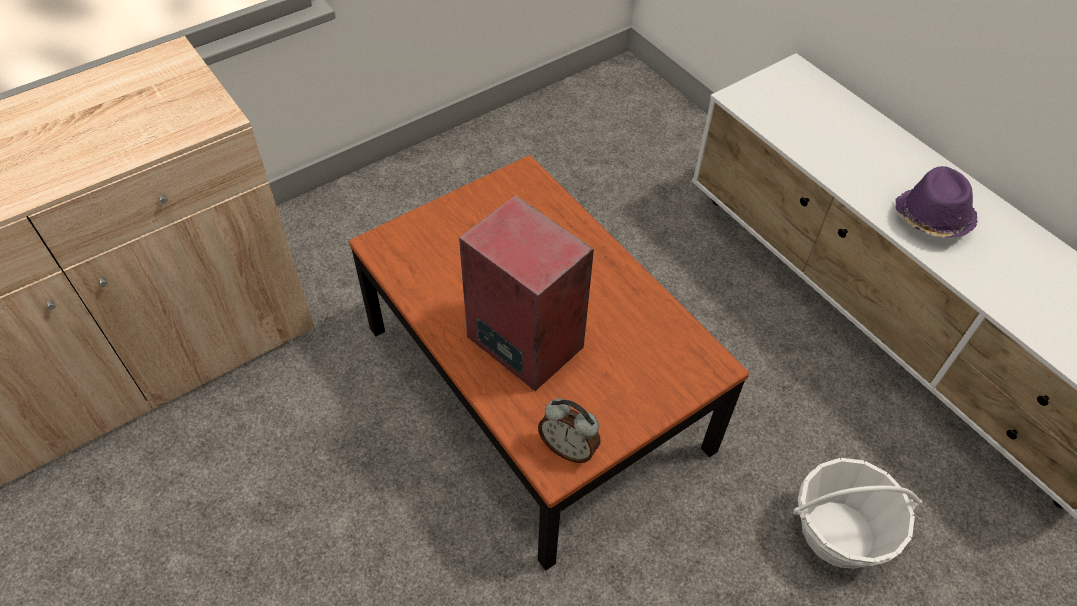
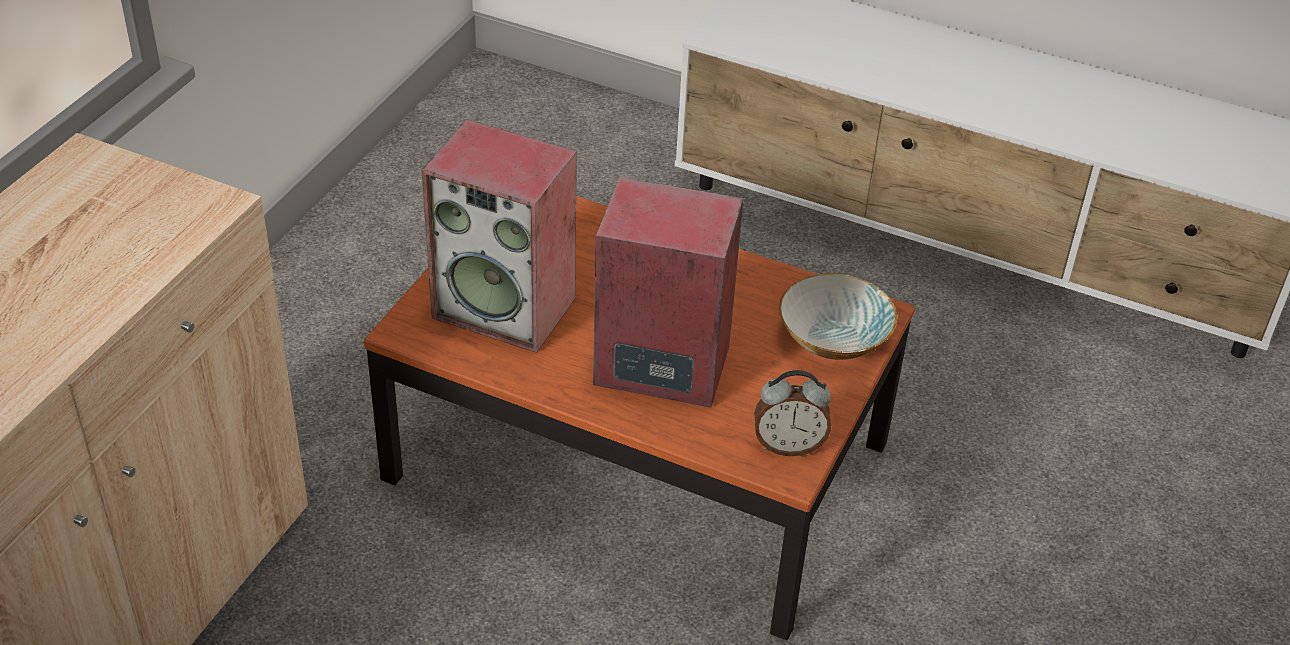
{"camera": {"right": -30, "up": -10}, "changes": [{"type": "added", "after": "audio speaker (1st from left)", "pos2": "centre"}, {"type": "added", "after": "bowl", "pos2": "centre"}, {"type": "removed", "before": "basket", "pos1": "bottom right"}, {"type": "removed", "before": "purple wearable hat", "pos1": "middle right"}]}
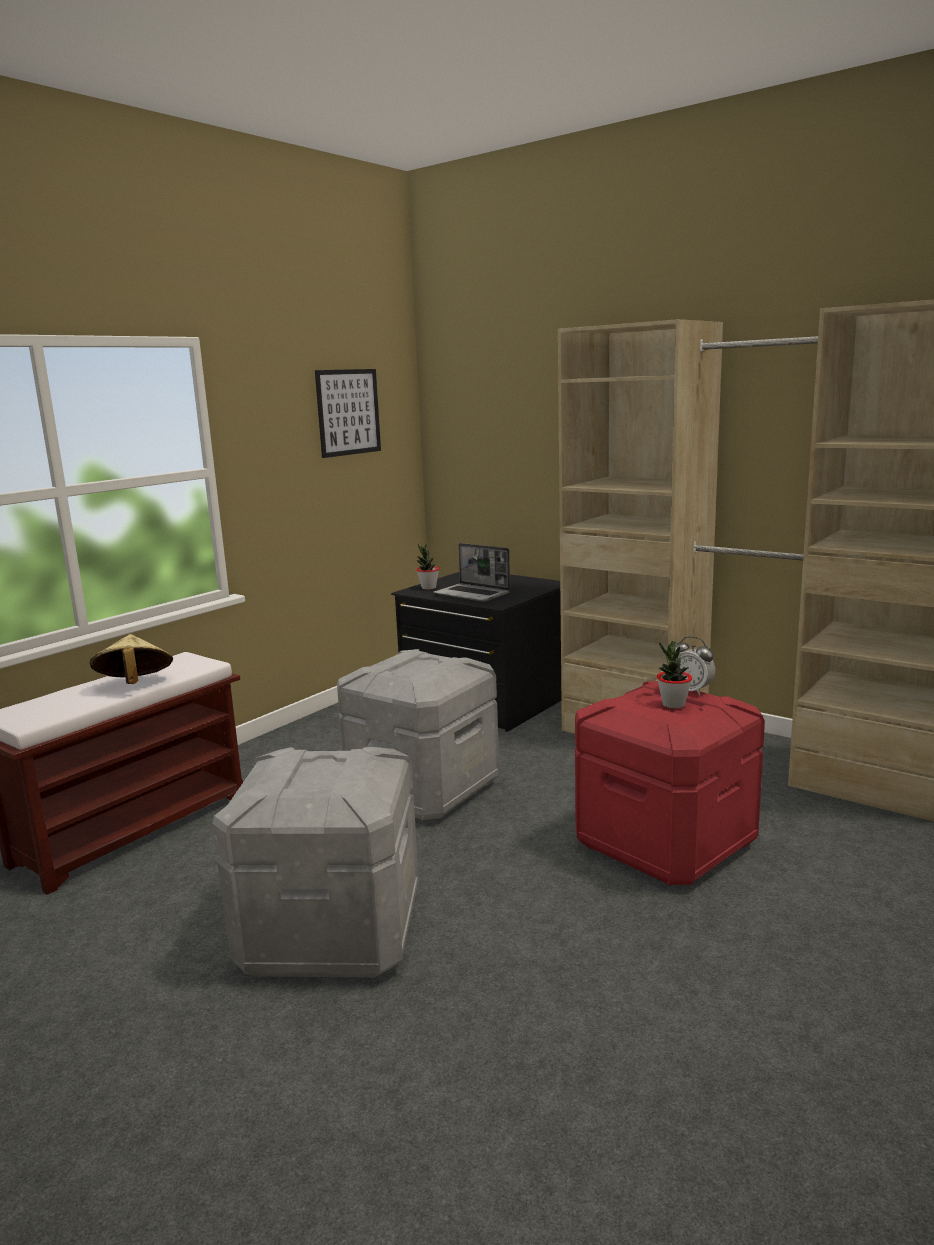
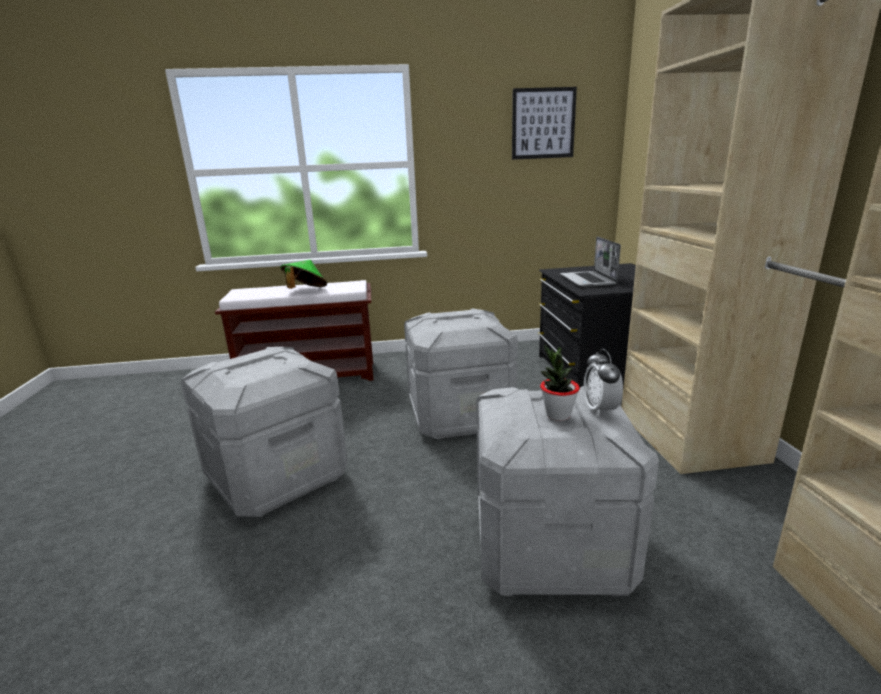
{"camera": {"right": 45, "up": 5}, "changes": [{"type": "recoloured", "before": "beige-coloured wearable hat", "after": "green wearable hat", "pos1": "middle left", "pos2": "centre"}, {"type": "recoloured", "before": "reddish storage box", "after": "grey storage box (3rd from left)", "pos1": "middle right", "pos2": "bottom centre"}, {"type": "removed", "before": "potted plant (1st from left)", "pos1": "centre"}]}
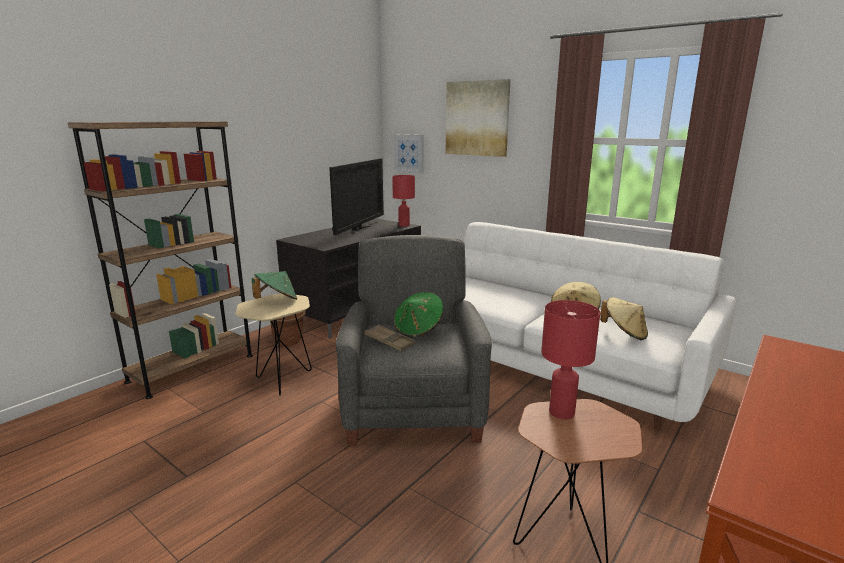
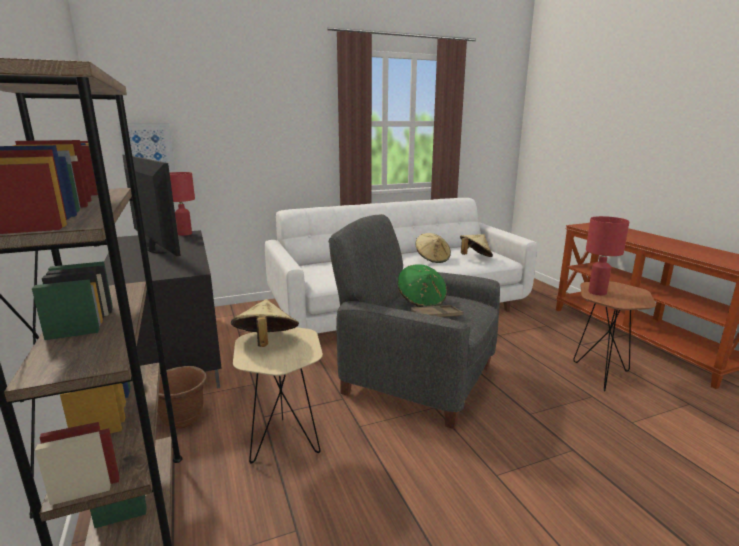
{"camera": {"right": -60, "up": 0}, "changes": [{"type": "recoloured", "before": "green wearable hat (1st from left)", "after": "beige-coloured wearable hat (1st from left)", "pos1": "middle left", "pos2": "centre"}, {"type": "removed", "before": "picture (2nd from left)", "pos1": "top centre"}]}
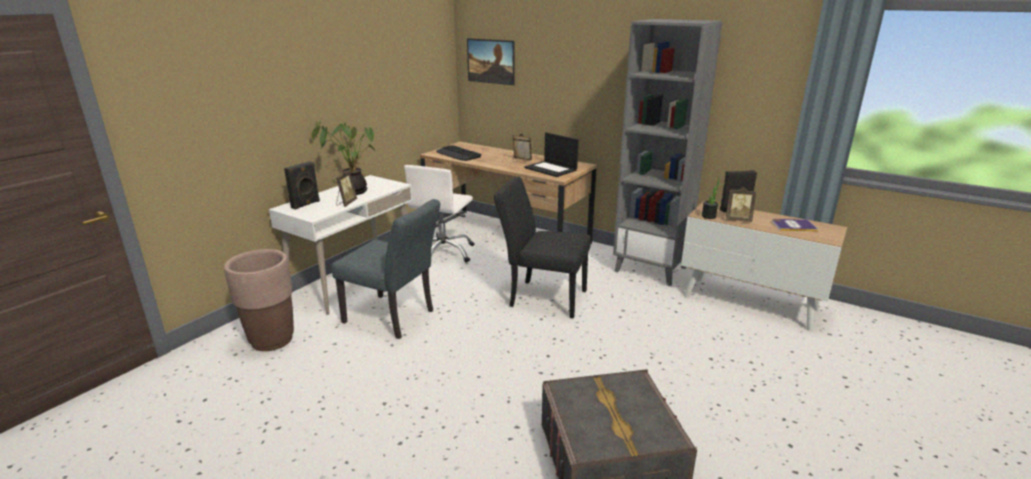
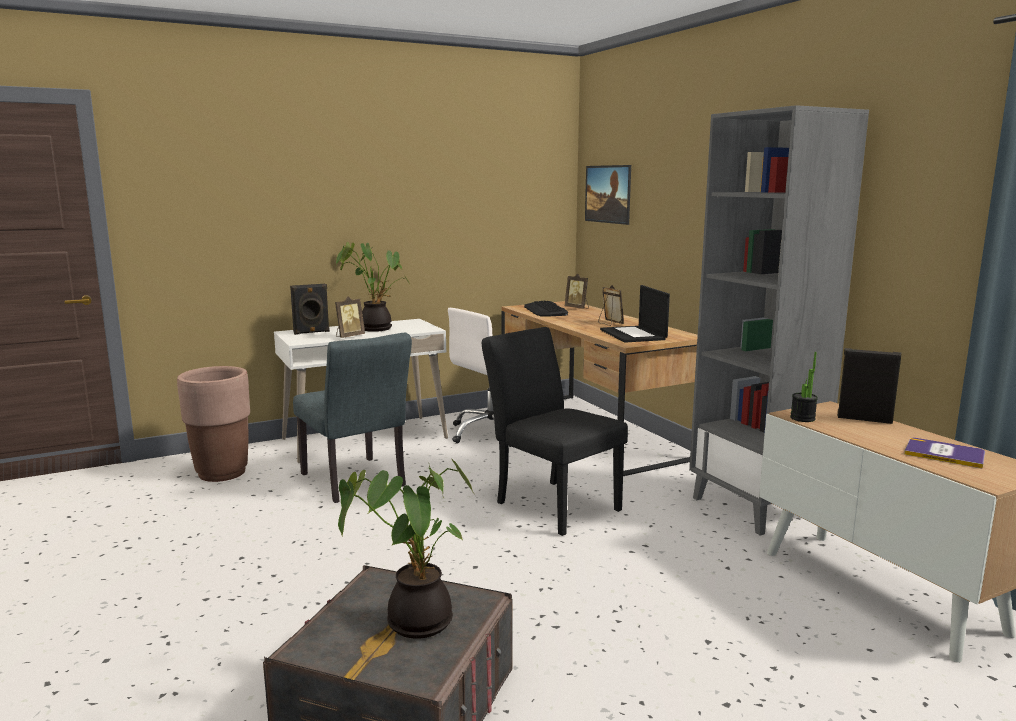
{"camera": {"right": 30, "up": -10}, "changes": [{"type": "added", "after": "potted plant (2nd from left)", "pos2": "bottom centre"}, {"type": "moved", "before": "standing frame (3rd from left in the first image)", "after": "standing frame (2nd from left)", "pos1": "middle right", "pos2": "centre"}]}
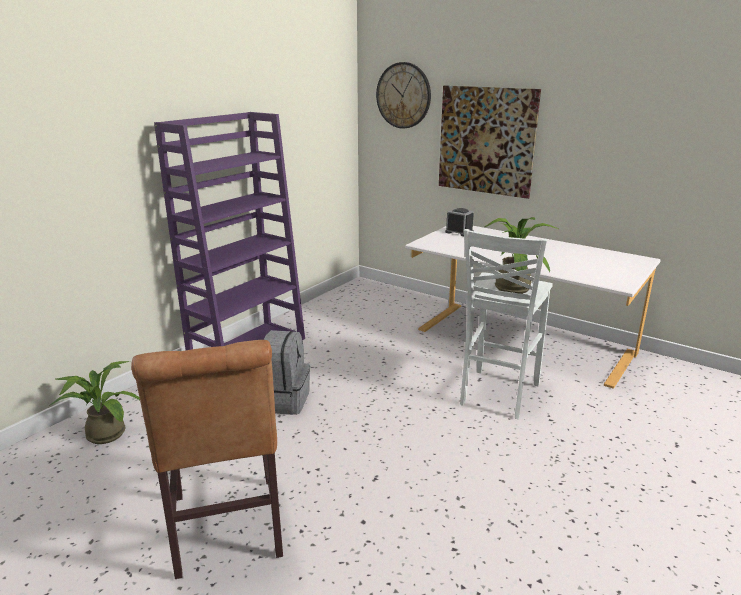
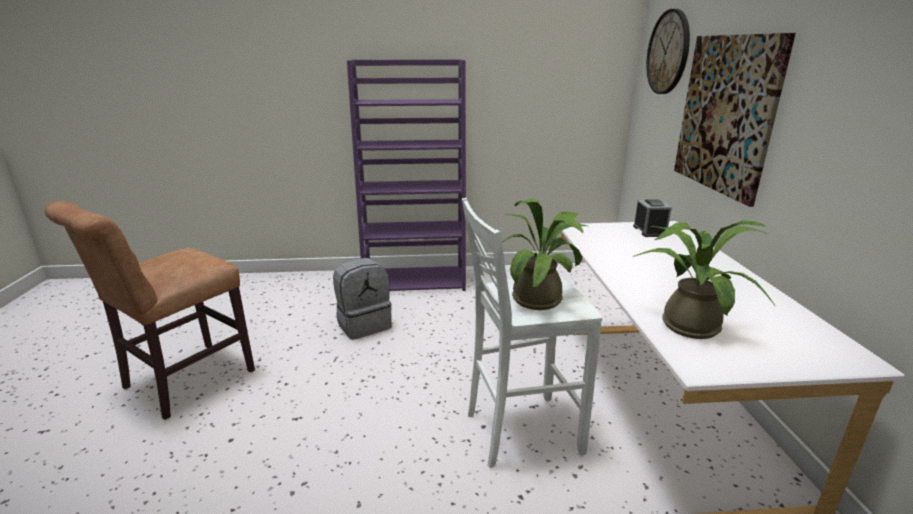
{"camera": {"right": 50, "up": 0}, "changes": [{"type": "moved", "before": "potted plant (1st from left in the first image)", "after": "potted plant (2nd from left)", "pos1": "bottom left", "pos2": "middle right"}]}
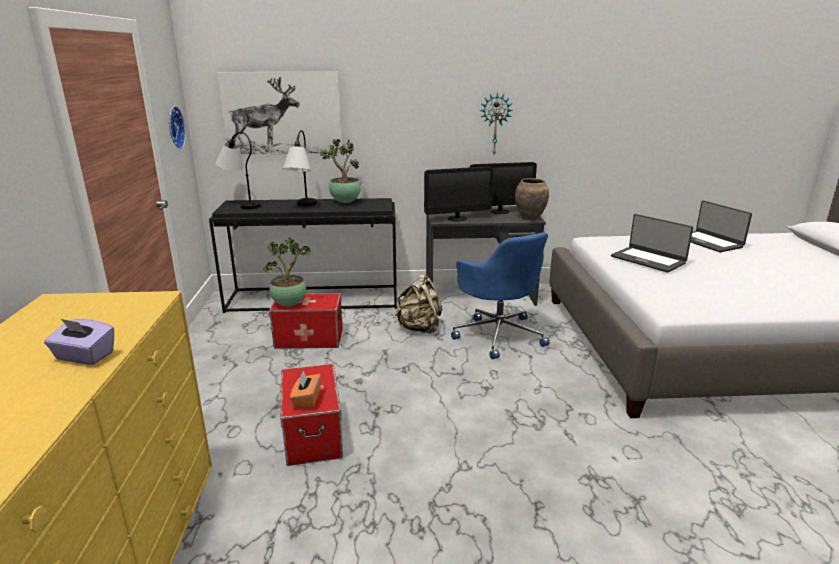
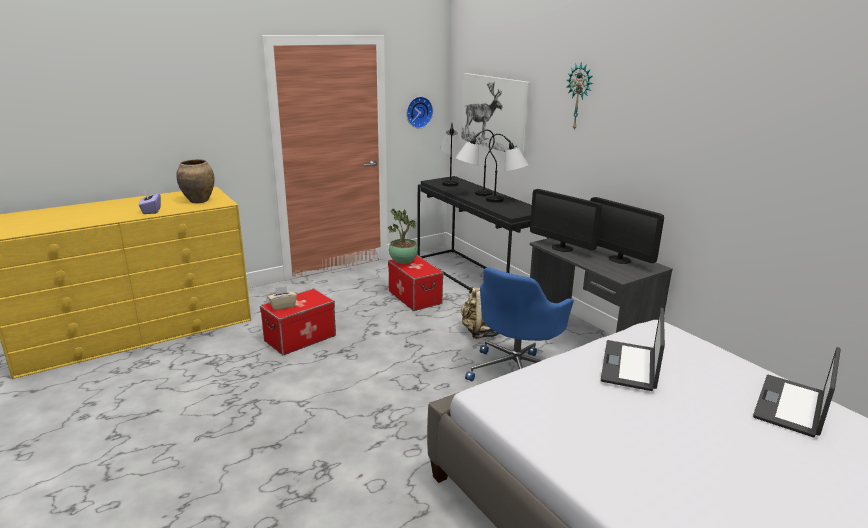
{"camera": {"right": 60, "up": 0}, "changes": [{"type": "moved", "before": "brown vase", "pos1": "centre", "pos2": "middle left"}, {"type": "recoloured", "before": "orange-coloured tissue holder", "after": "beige-coloured tissue holder", "pos1": "bottom centre", "pos2": "middle left"}, {"type": "replaced", "before": "potted plant (2nd from left)", "after": "table lamp (3rd from left)", "pos1": "top centre", "pos2": "top centre"}, {"type": "moved", "before": "clock on the wall (2nd from left)", "pos1": "top centre", "pos2": "top right"}]}
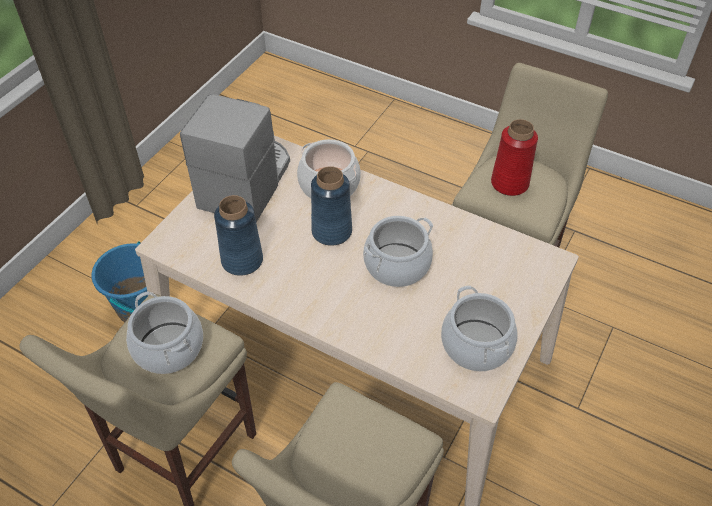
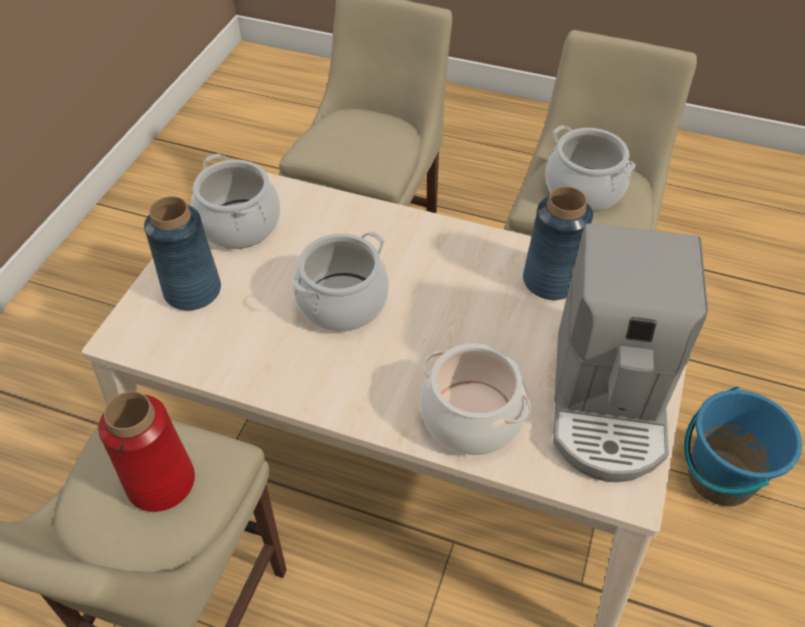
{"camera": {"right": 170, "up": 0}, "changes": [{"type": "moved", "before": "blue vase (2nd from left in the first image)", "after": "blue vase (1st from left)", "pos1": "centre", "pos2": "middle left"}]}
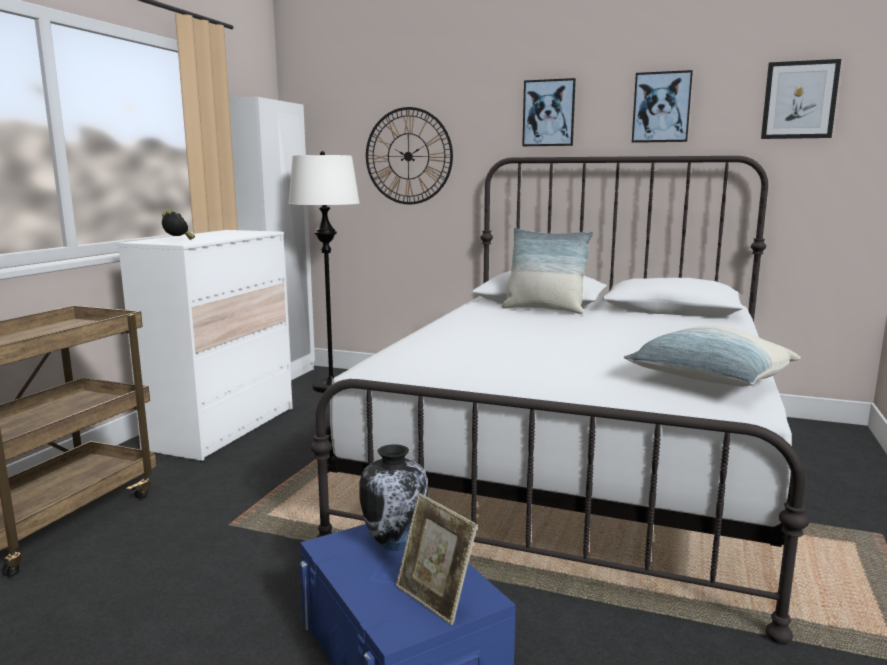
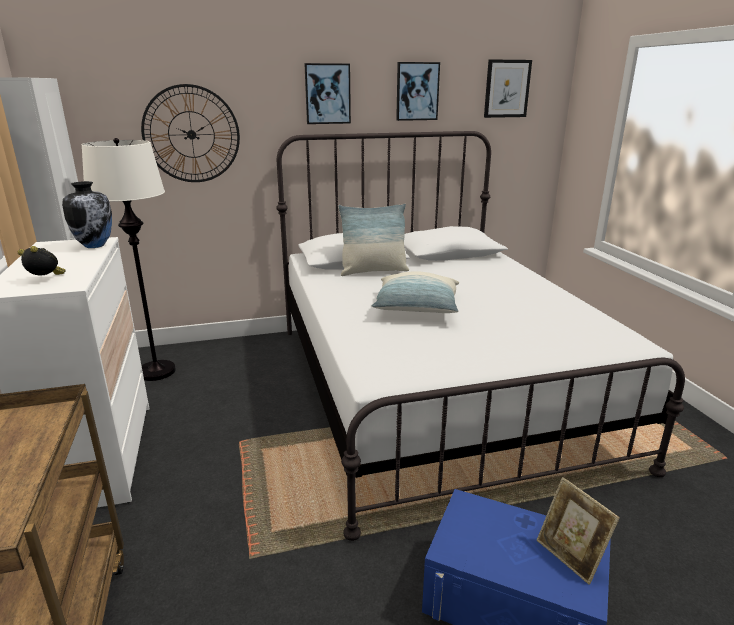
{"camera": {"right": -35, "up": 10}, "changes": [{"type": "moved", "before": "vase", "pos1": "bottom centre", "pos2": "middle left"}, {"type": "moved", "before": "throw pillow (2nd from left)", "pos1": "middle right", "pos2": "centre"}, {"type": "turned", "before": "standing frame", "pos1": "bottom centre", "pos2": "bottom right", "turn": 45}]}
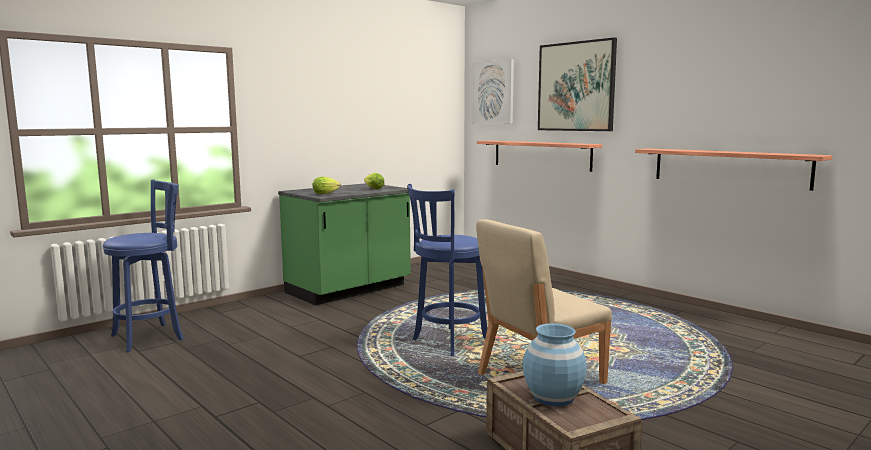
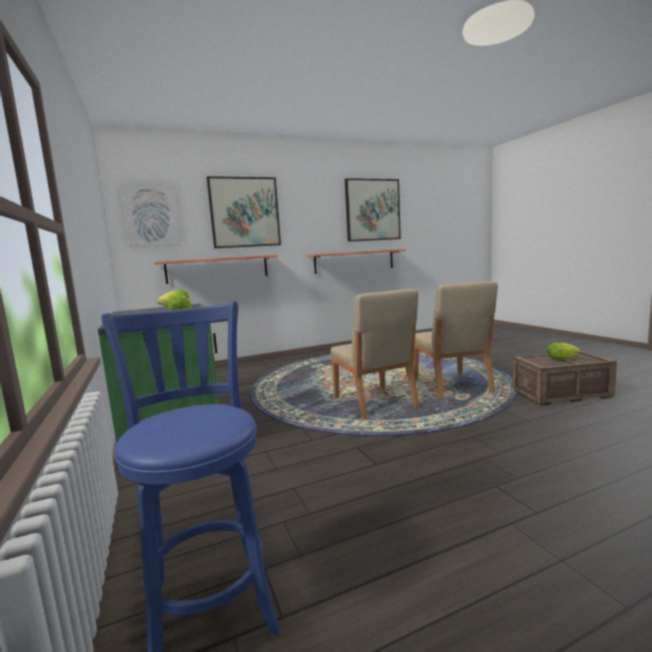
{"camera": {"right": -70, "up": 0}, "changes": [{"type": "replaced", "before": "blue stool (2nd from left)", "after": "beige-coloured plain chair (1st from left)", "pos1": "centre", "pos2": "centre"}, {"type": "added", "after": "picture (3rd from left)", "pos2": "top centre"}, {"type": "replaced", "before": "blue vase", "after": "head of lettuce (3rd from left)", "pos1": "bottom centre", "pos2": "middle right"}]}
